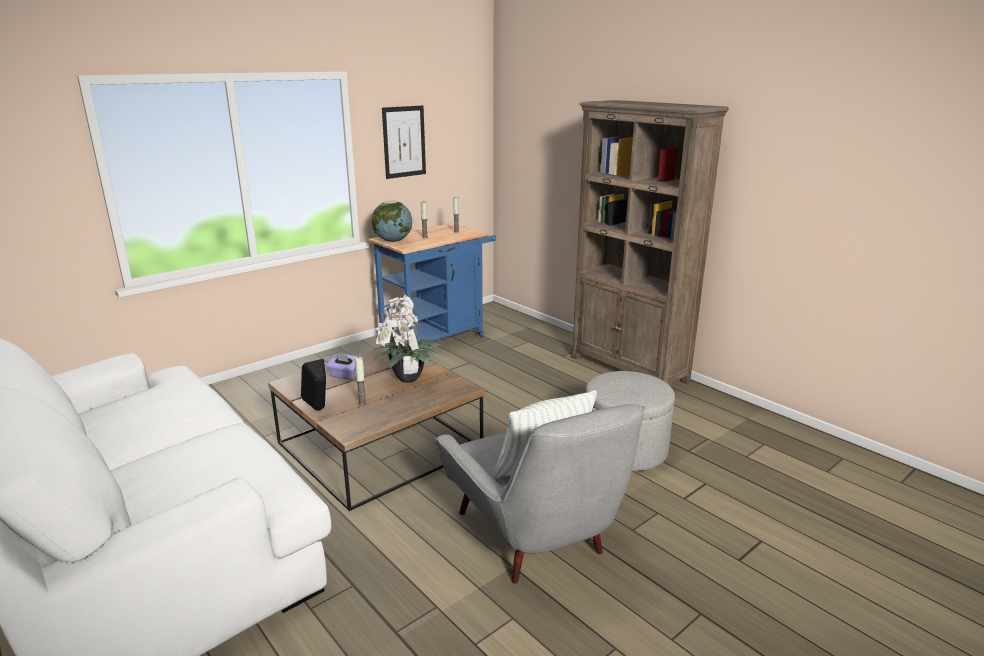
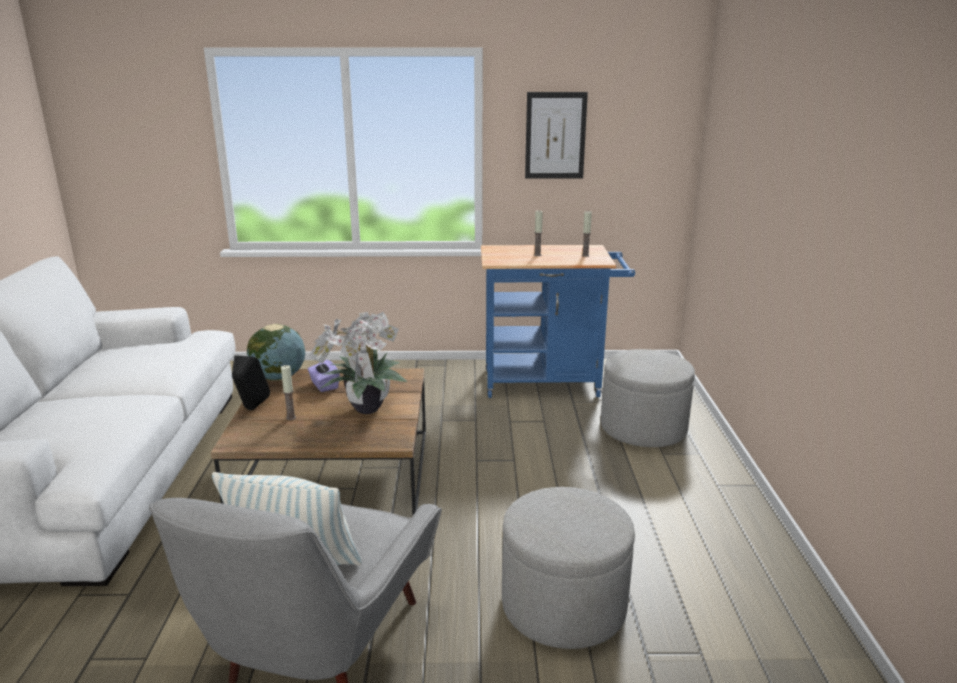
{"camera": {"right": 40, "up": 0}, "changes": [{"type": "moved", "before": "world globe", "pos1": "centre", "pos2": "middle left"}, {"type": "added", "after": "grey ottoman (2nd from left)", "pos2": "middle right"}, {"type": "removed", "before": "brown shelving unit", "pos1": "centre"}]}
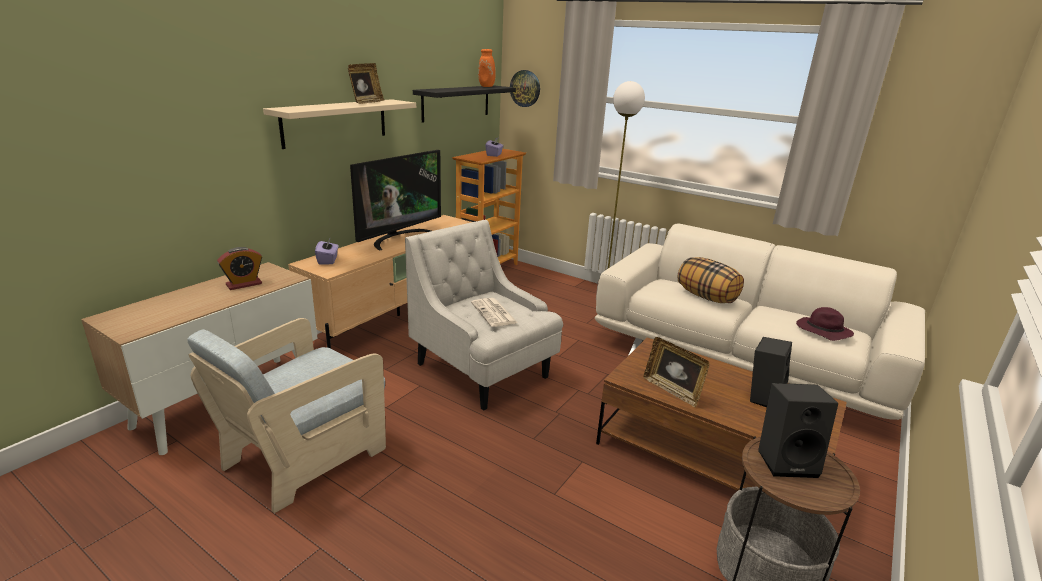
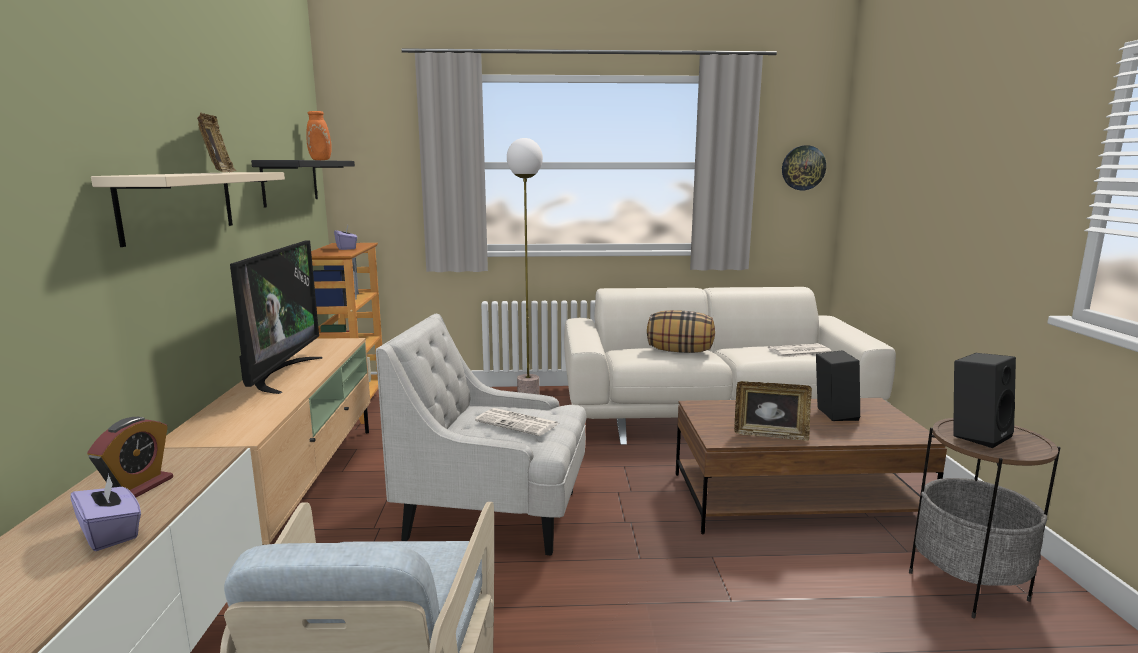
{"camera": {"right": -35, "up": -10}, "changes": [{"type": "moved", "before": "purple tissue holder (1st from left)", "pos1": "middle left", "pos2": "bottom left"}, {"type": "replaced", "before": "purple wearable hat", "after": "printed paper (2nd from left)", "pos1": "middle right", "pos2": "middle right"}, {"type": "moved", "before": "clock on the wall", "pos1": "top centre", "pos2": "top right"}]}
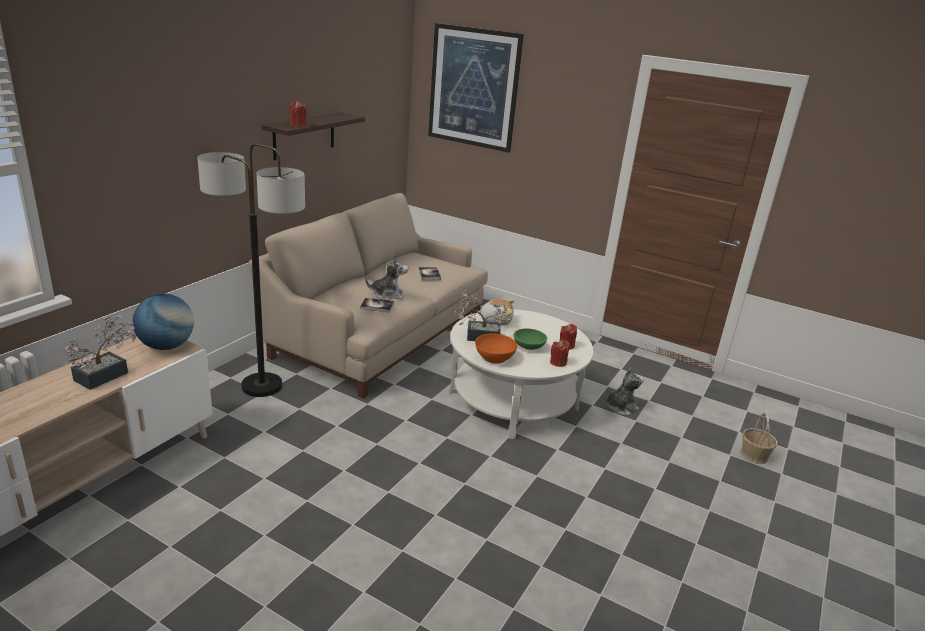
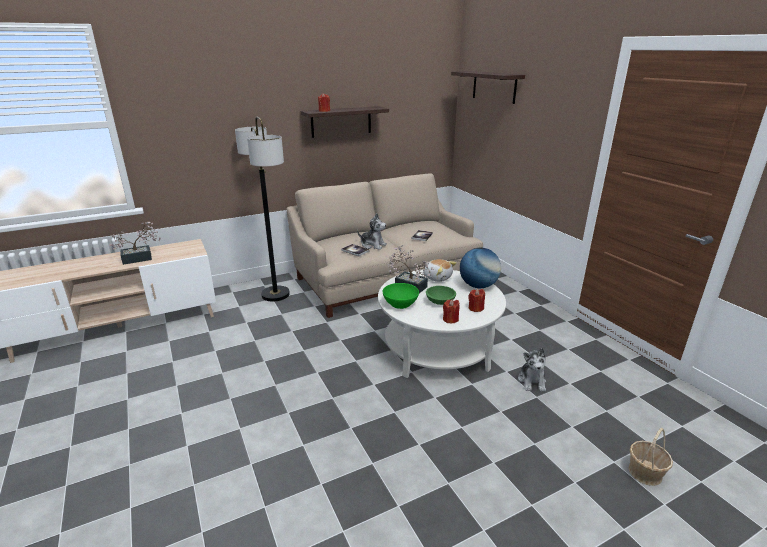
{"camera": {"right": 35, "up": 0}, "changes": [{"type": "recoloured", "before": "orange-coloured bowl", "after": "green bowl (1st from left)", "pos1": "centre", "pos2": "centre"}, {"type": "replaced", "before": "picture", "after": "shelf (2nd from left)", "pos1": "top centre", "pos2": "top centre"}, {"type": "moved", "before": "world globe", "pos1": "middle left", "pos2": "centre"}, {"type": "turned", "before": "plush toy (3rd from left)", "pos1": "middle right", "pos2": "bottom right", "turn": 90}]}
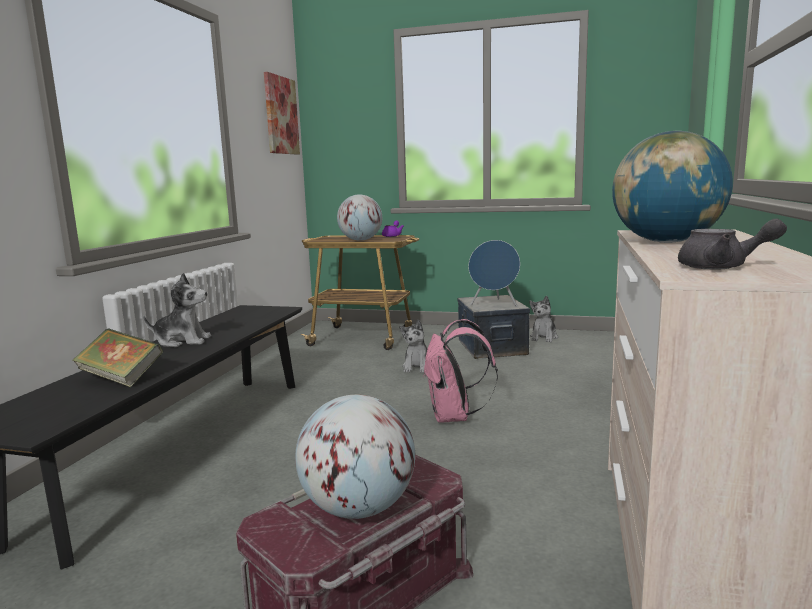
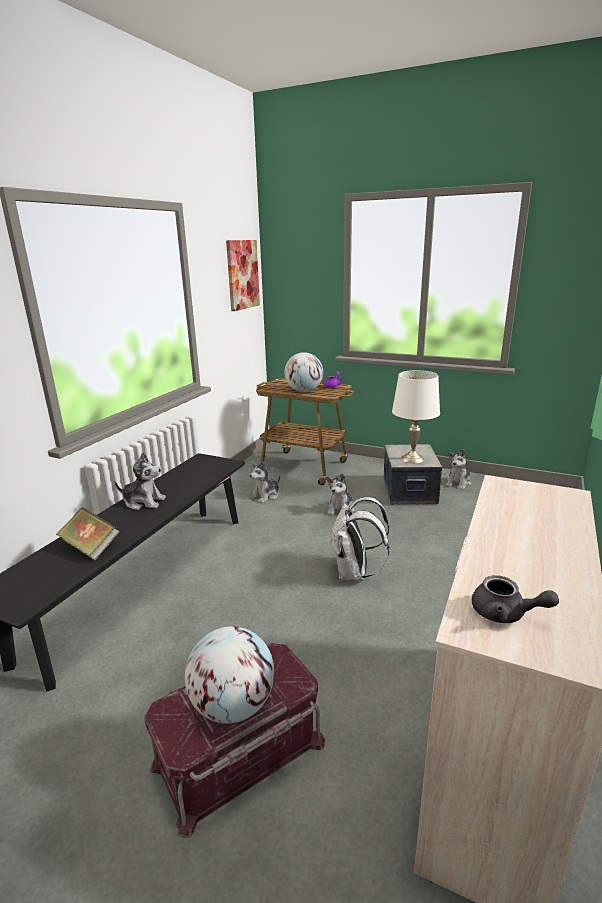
{"camera": {"right": 10, "up": 10}, "changes": [{"type": "added", "after": "plush toy (2nd from left)", "pos2": "centre"}, {"type": "recoloured", "before": "pink backpack", "after": "whitish backpack", "pos1": "centre", "pos2": "centre"}, {"type": "replaced", "before": "blue audio speaker", "after": "whitish table lamp", "pos1": "centre", "pos2": "middle right"}, {"type": "removed", "before": "world globe (3rd from left)", "pos1": "top right"}]}
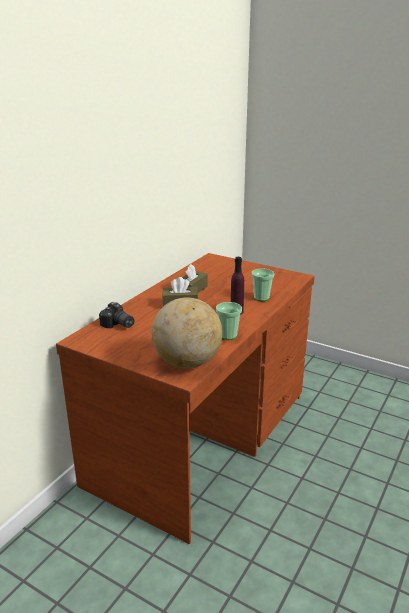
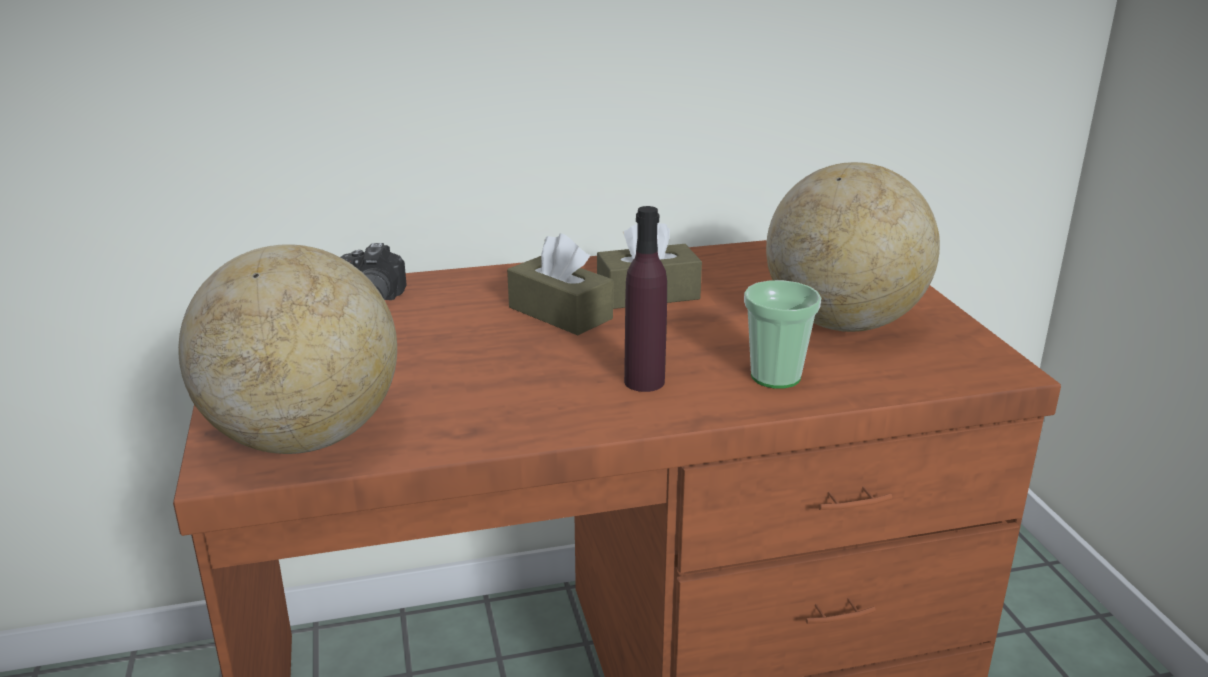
{"camera": {"right": 45, "up": 0}, "changes": [{"type": "added", "after": "world globe (2nd from left)", "pos2": "middle right"}, {"type": "removed", "before": "cup (1st from left)", "pos1": "centre"}]}
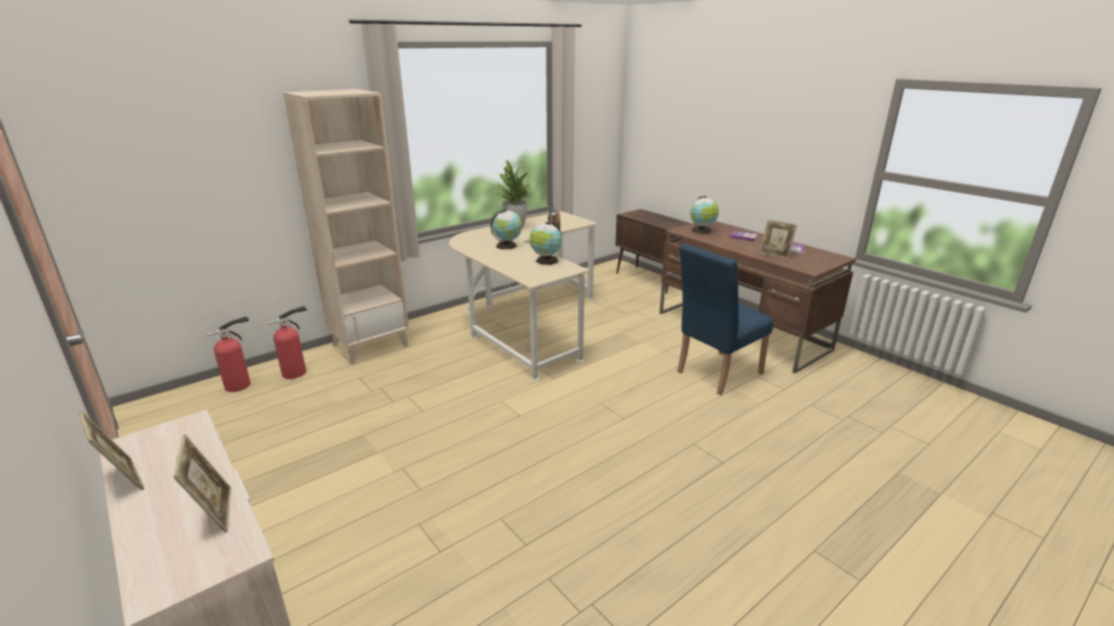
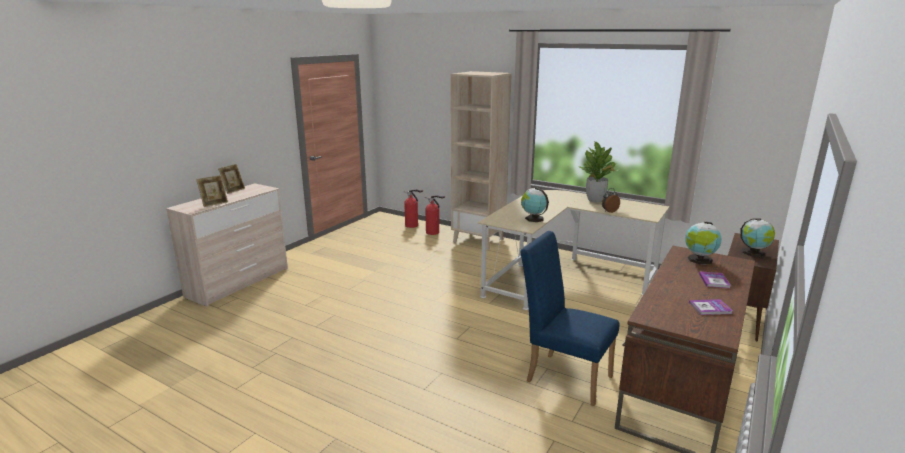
{"camera": {"right": 70, "up": -5}, "changes": [{"type": "moved", "before": "world globe (1st from left in the first image)", "after": "world globe (3rd from left)", "pos1": "centre", "pos2": "middle right"}, {"type": "removed", "before": "standing frame (3rd from left)", "pos1": "middle right"}]}
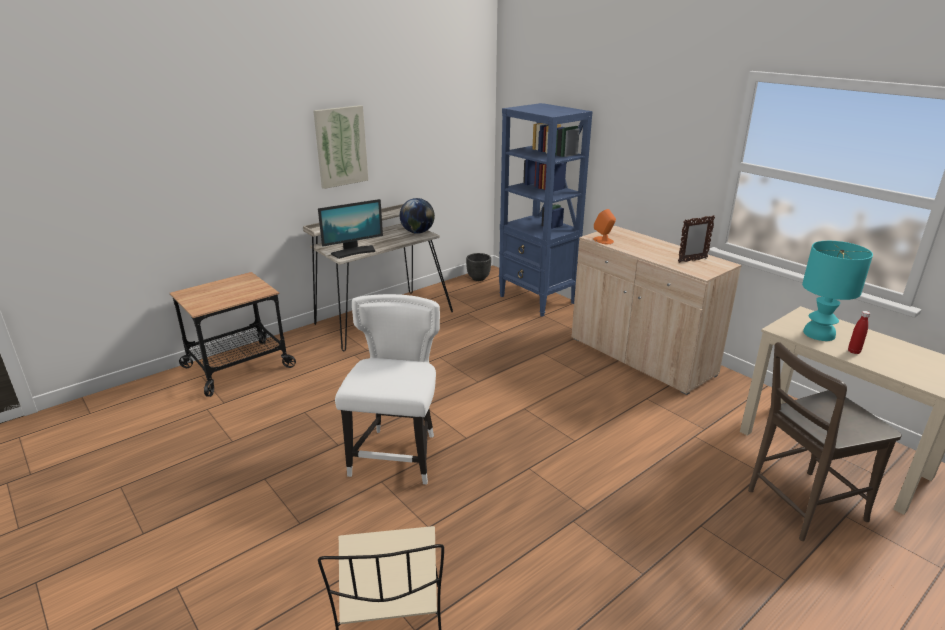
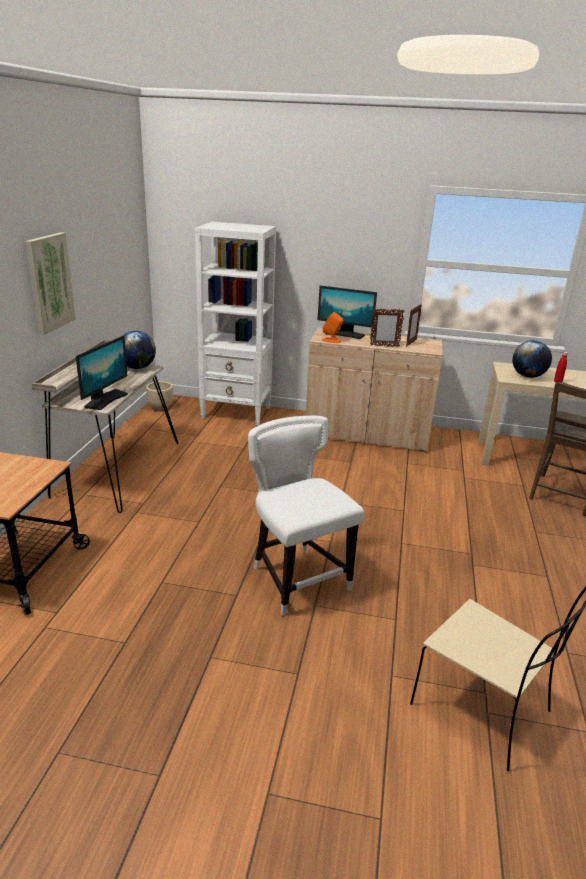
{"camera": {"right": -40, "up": 0}, "changes": [{"type": "recoloured", "before": "black planter", "after": "beige-coloured planter", "pos1": "centre", "pos2": "middle left"}, {"type": "recoloured", "before": "blue shelving unit", "after": "whitish shelving unit", "pos1": "centre", "pos2": "centre"}, {"type": "added", "after": "monitor (2nd from left)", "pos2": "centre"}, {"type": "added", "after": "standing frame (1st from left)", "pos2": "centre"}, {"type": "replaced", "before": "blue-green table lamp", "after": "world globe (2nd from left)", "pos1": "middle right", "pos2": "middle right"}]}
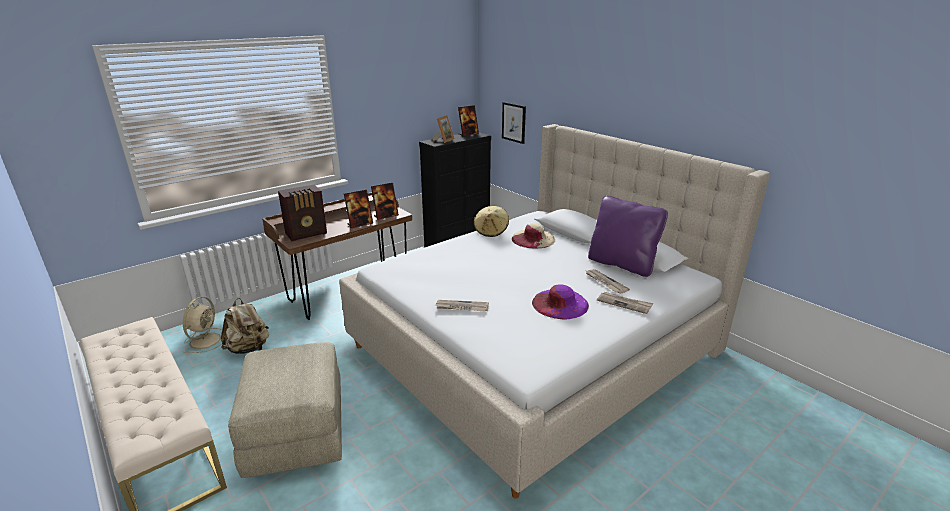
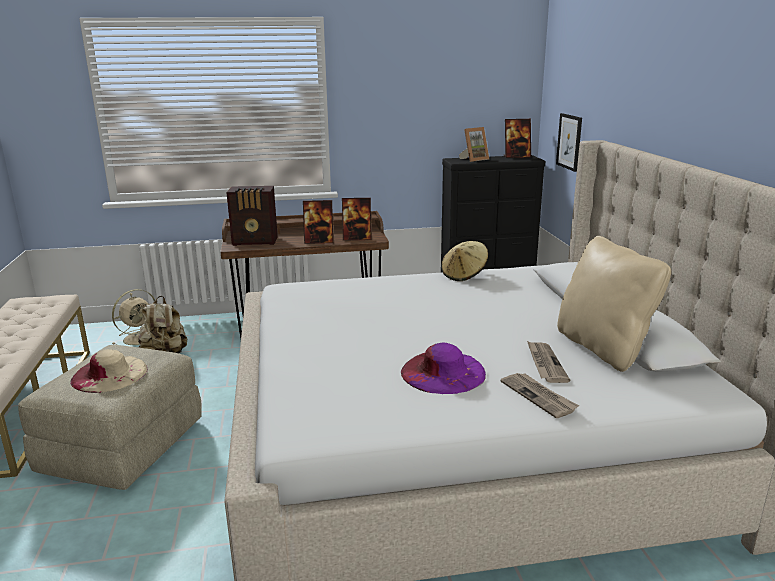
{"camera": {"right": 30, "up": -5}, "changes": [{"type": "moved", "before": "beige-coloured wearable hat (2nd from left in the first image)", "after": "beige-coloured wearable hat (1st from left)", "pos1": "centre", "pos2": "middle left"}, {"type": "recoloured", "before": "purple throw pillow", "after": "beige-coloured throw pillow", "pos1": "centre", "pos2": "middle right"}, {"type": "removed", "before": "printed paper (1st from left)", "pos1": "centre"}]}
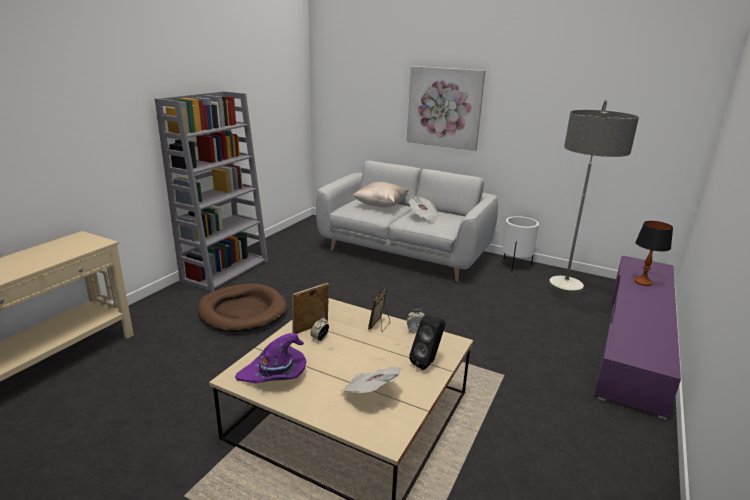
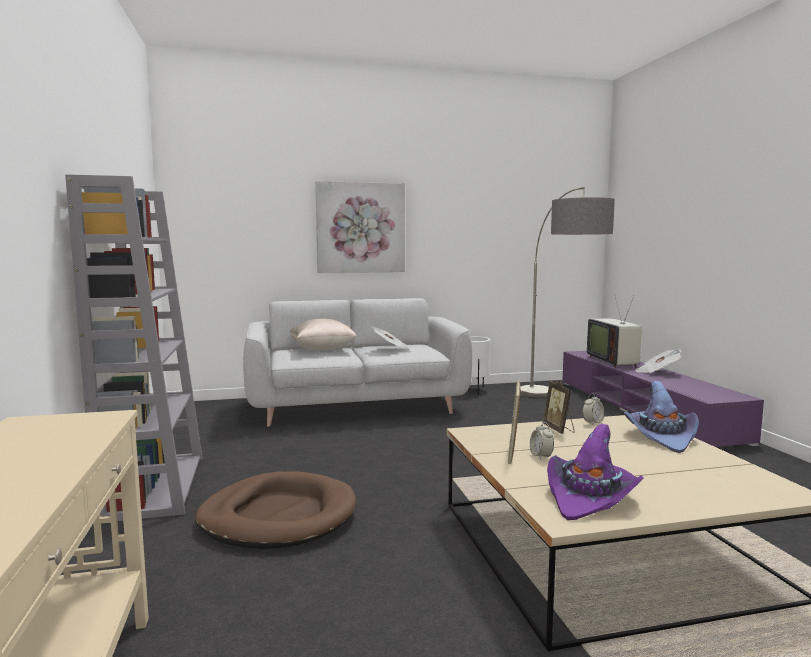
{"camera": {"right": -40, "up": -15}, "changes": [{"type": "replaced", "before": "table lamp", "after": "TV set", "pos1": "middle right", "pos2": "middle right"}, {"type": "replaced", "before": "black audio speaker", "after": "purple wearable hat (2nd from left)", "pos1": "bottom centre", "pos2": "middle right"}, {"type": "moved", "before": "printed paper (1st from left in the first image)", "after": "printed paper (2nd from left)", "pos1": "bottom centre", "pos2": "middle right"}]}
